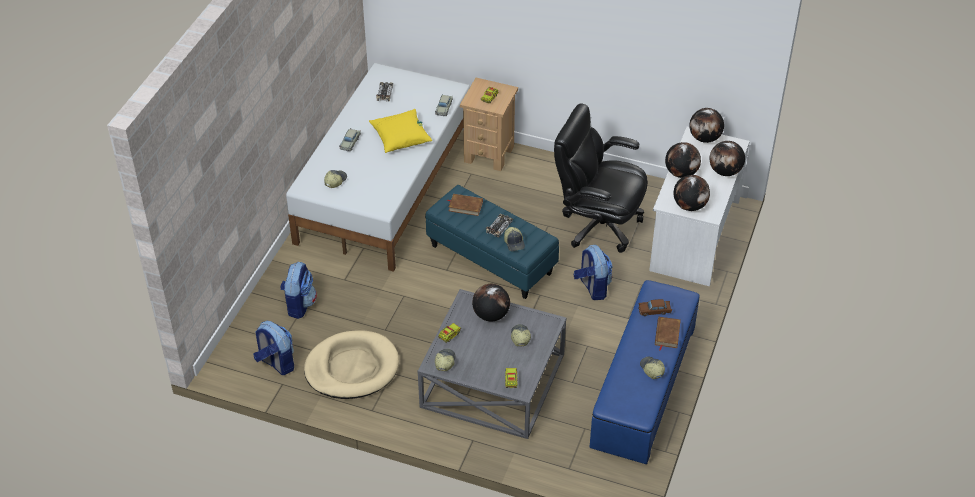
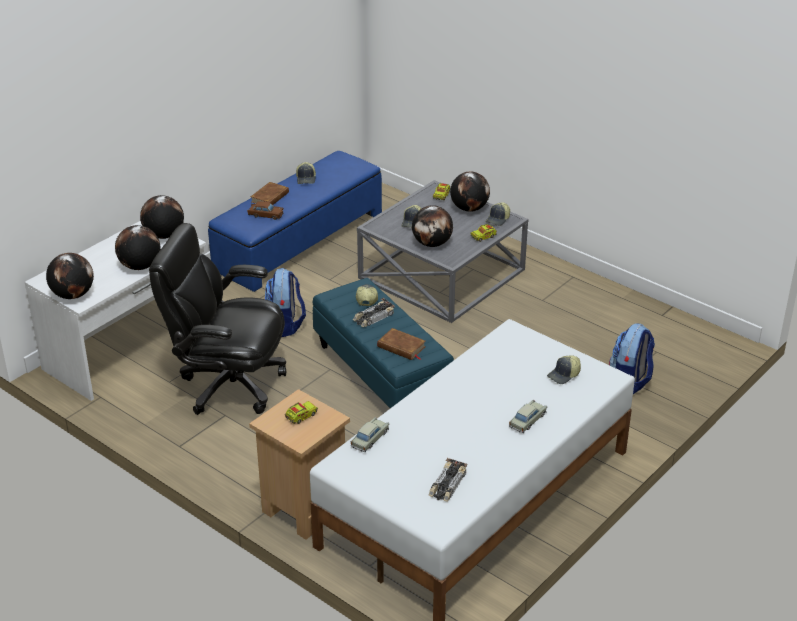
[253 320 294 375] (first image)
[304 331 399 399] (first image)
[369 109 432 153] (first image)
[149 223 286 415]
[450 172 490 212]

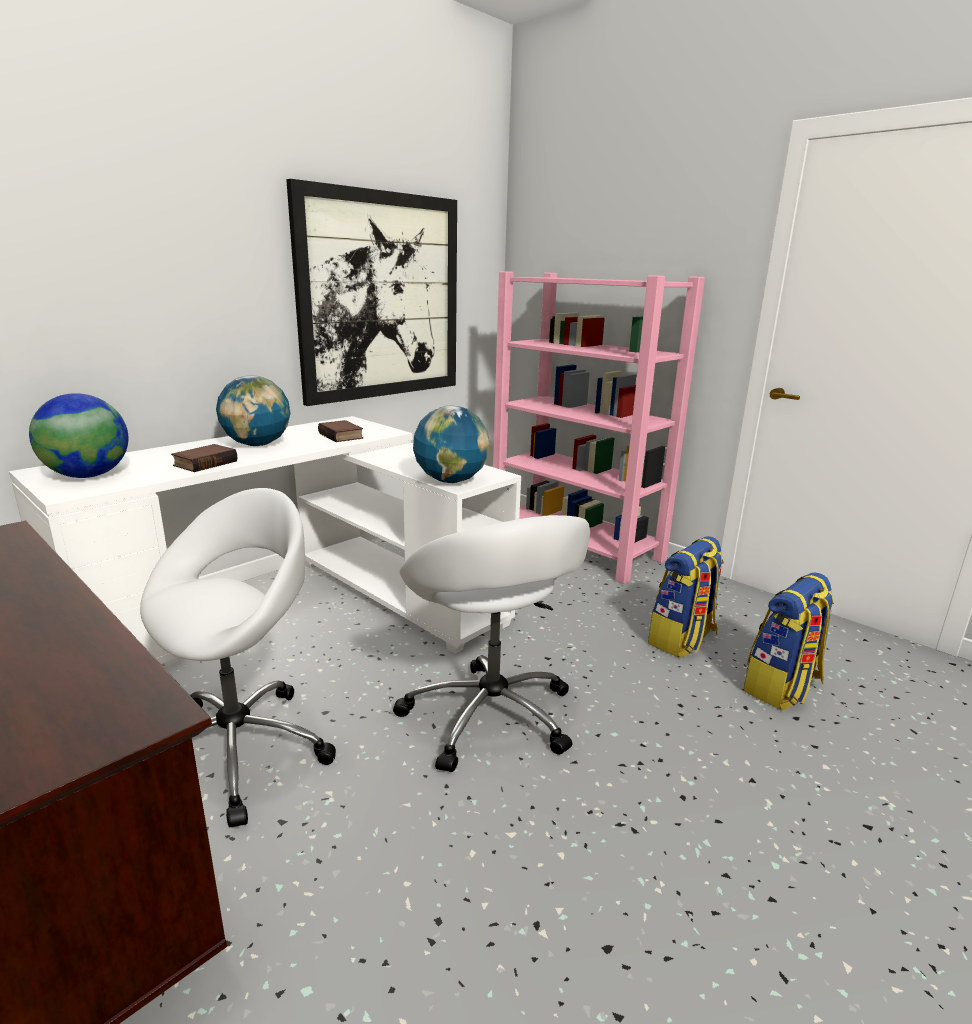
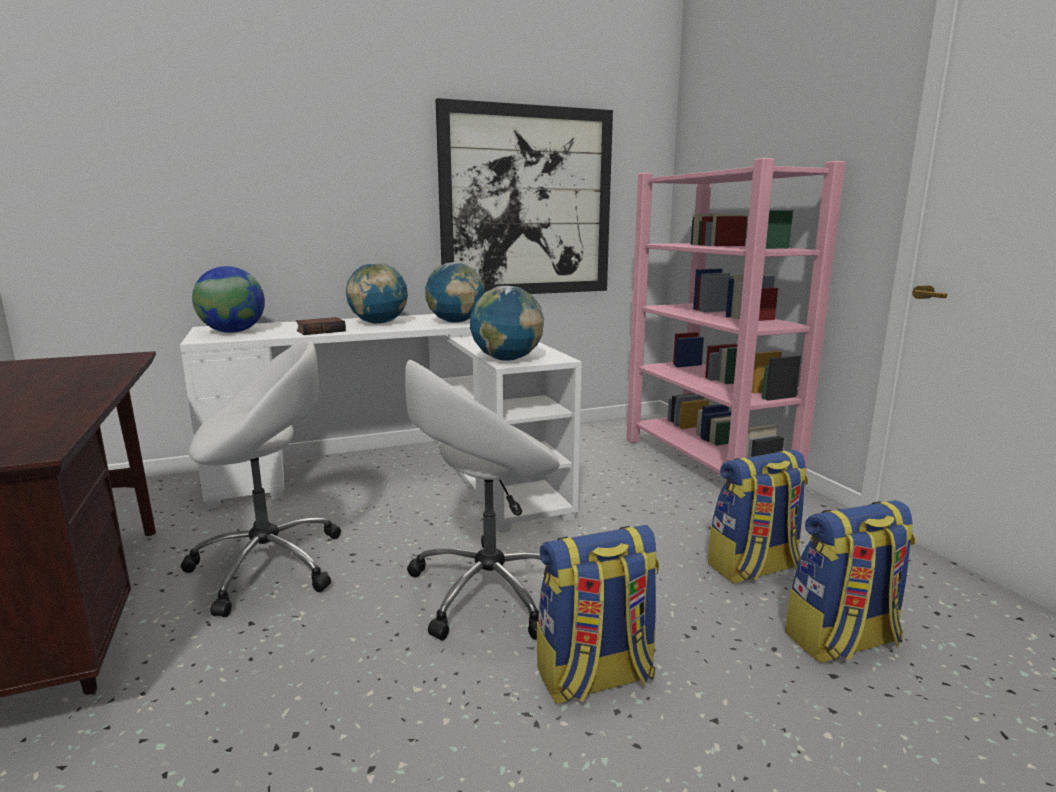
[425 262 484 323]
[405 360 560 640]
[537 525 660 704]

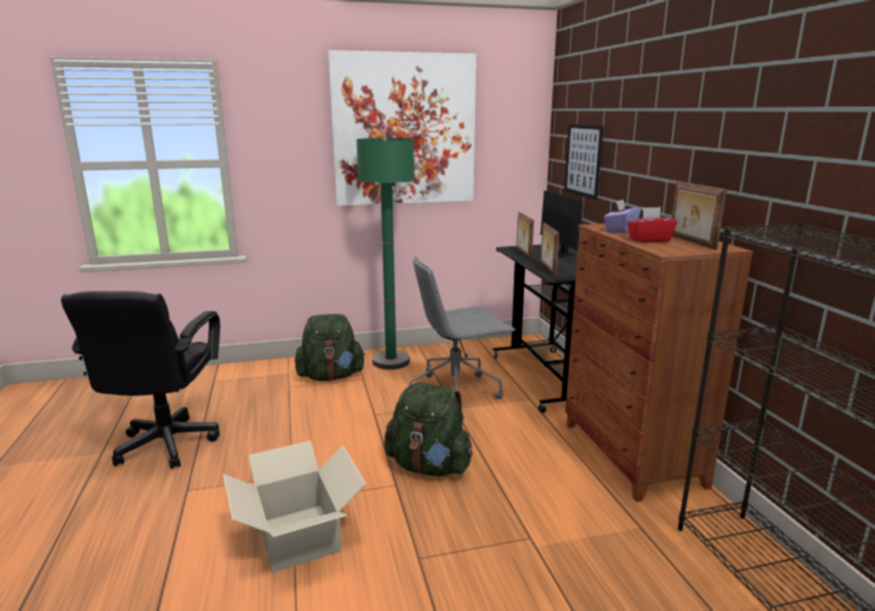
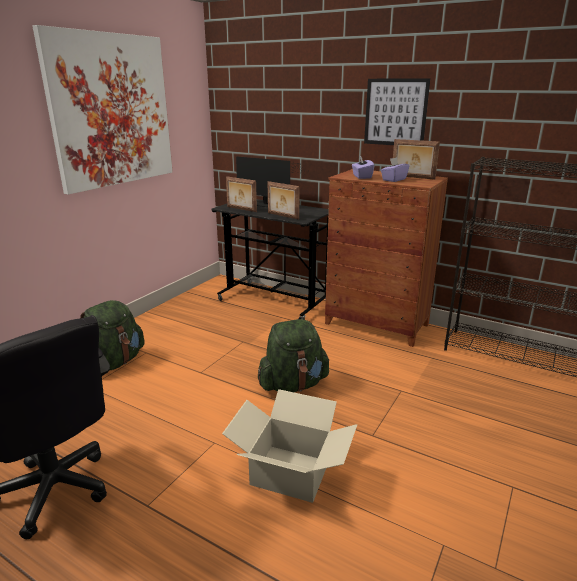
[356 138 414 370] (first image)
[410 256 516 399] (first image)
[364 78 430 145]
[381 157 409 182]

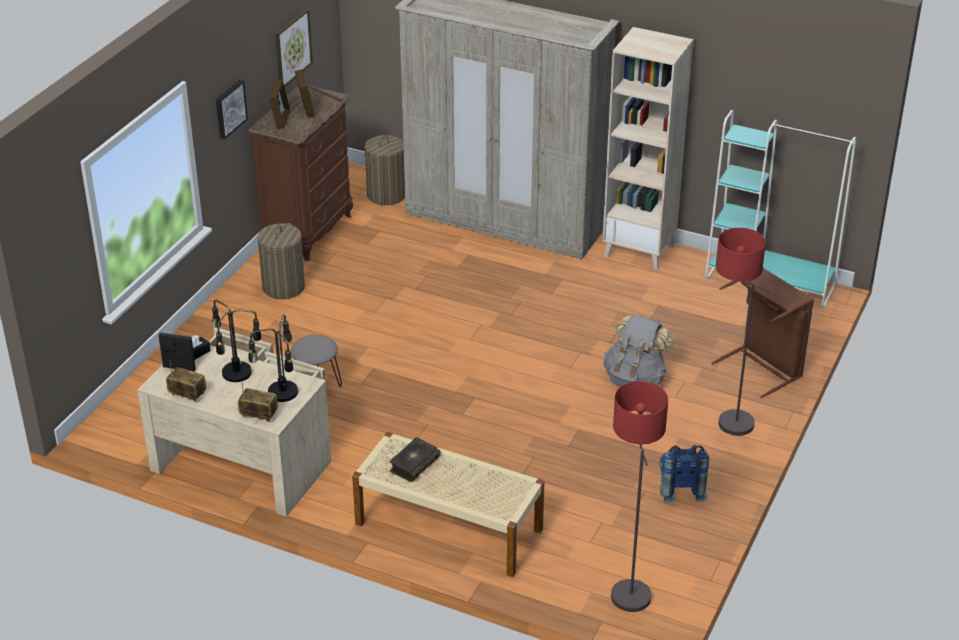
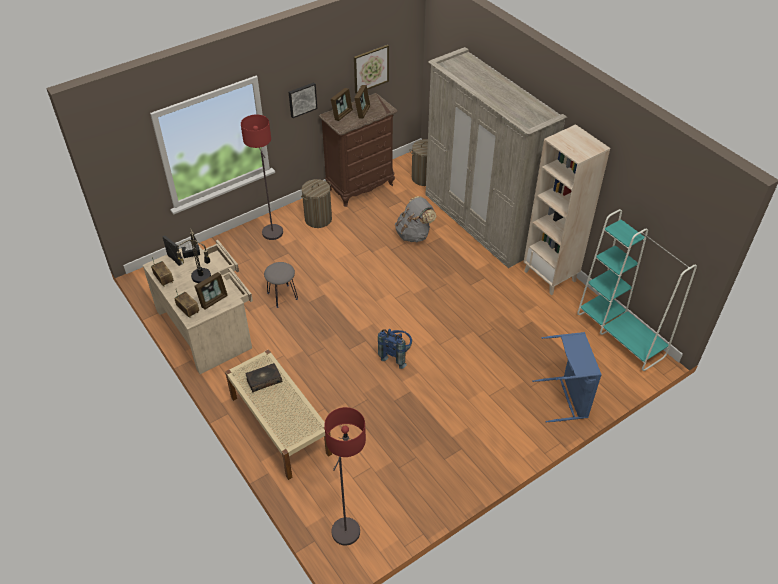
[194 272 228 309]
[395 196 437 243]
[378 329 412 369]
[532 332 602 423]
[241 115 283 240]

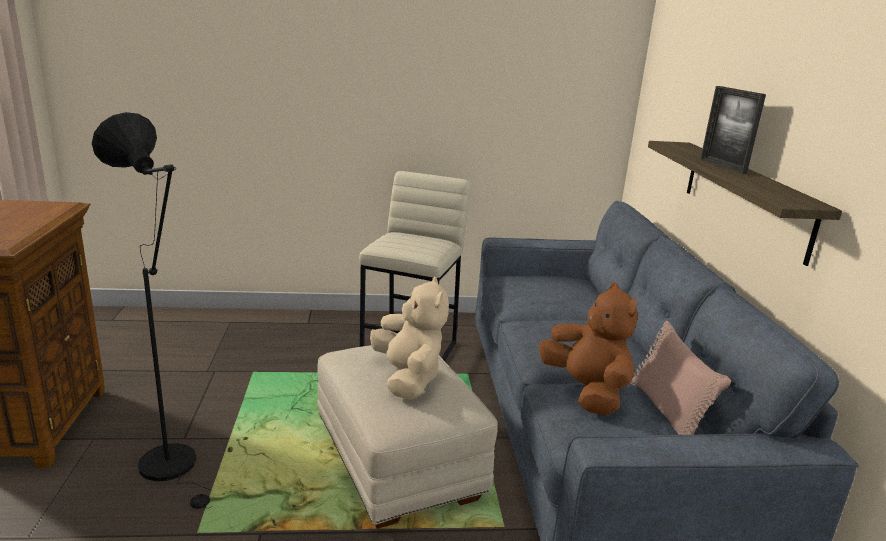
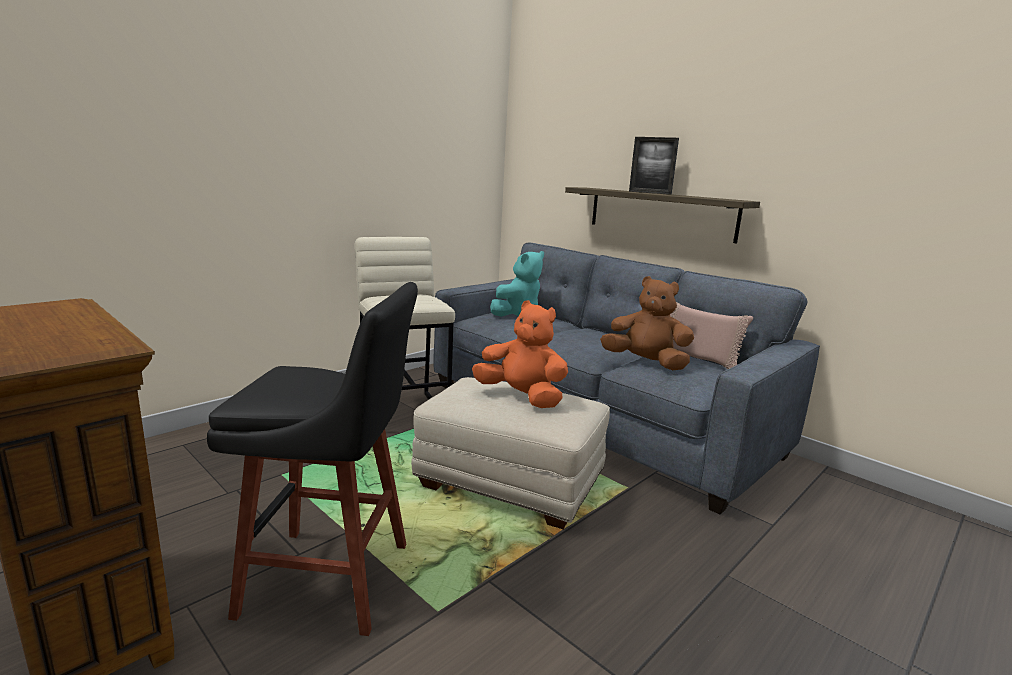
[207 282 418 636]
[472 300 568 408]
[490 251 544 317]

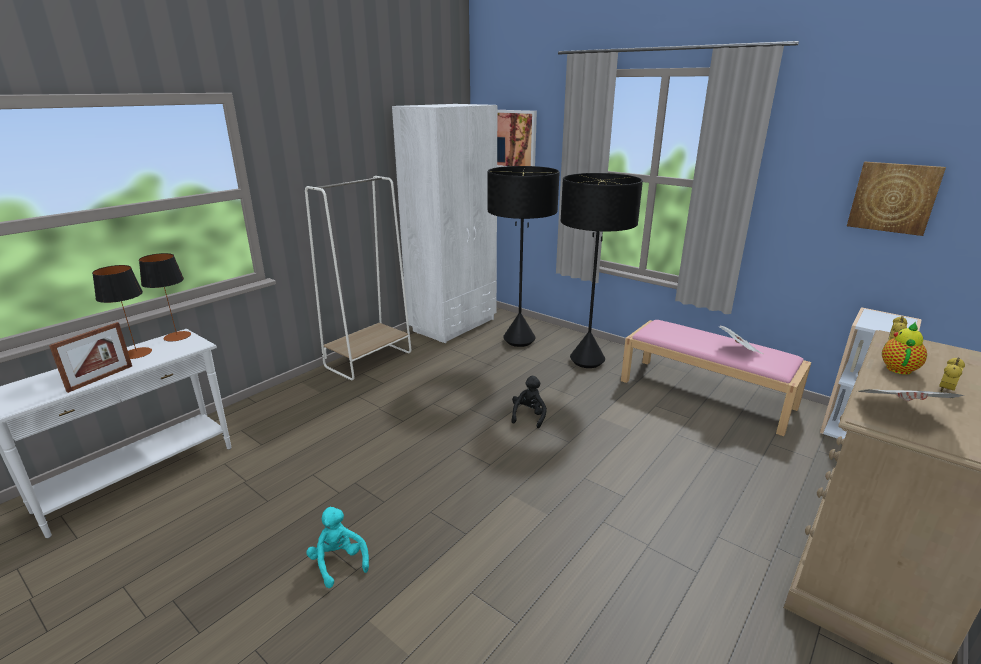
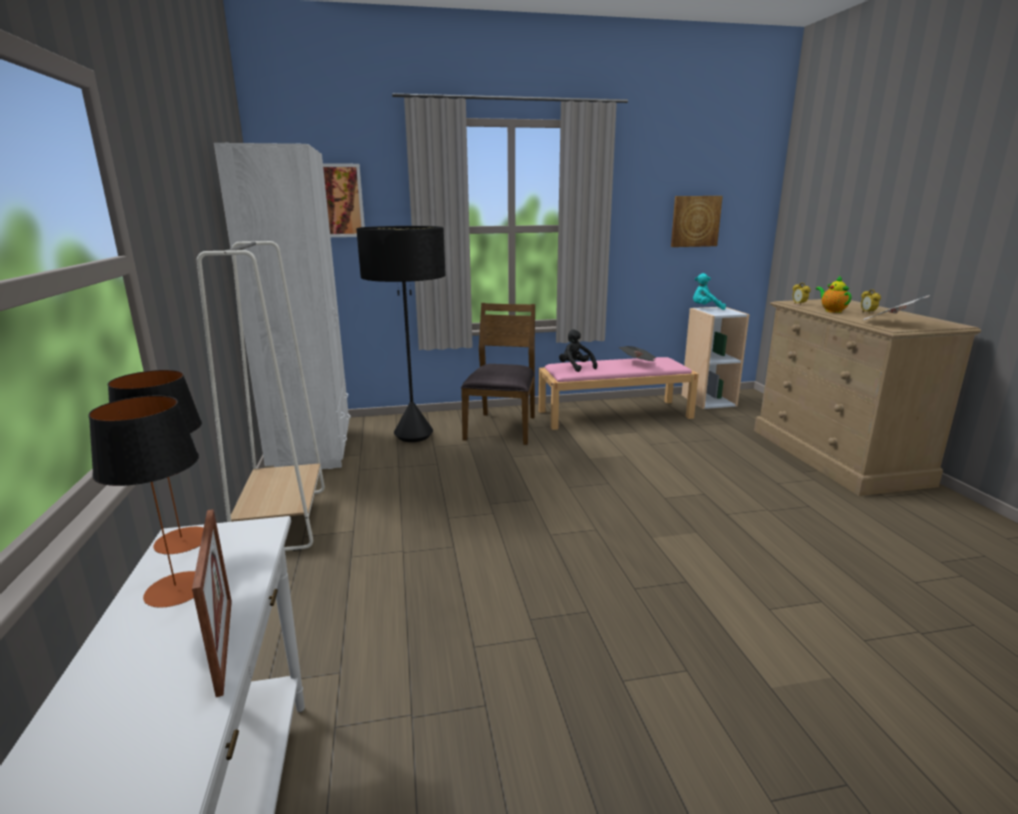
[693 273 726 310]
[559 329 597 372]
[461 303 535 445]

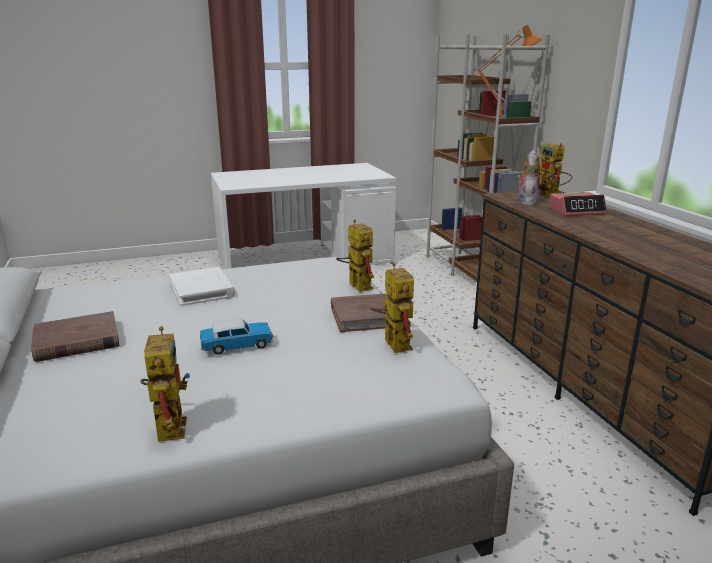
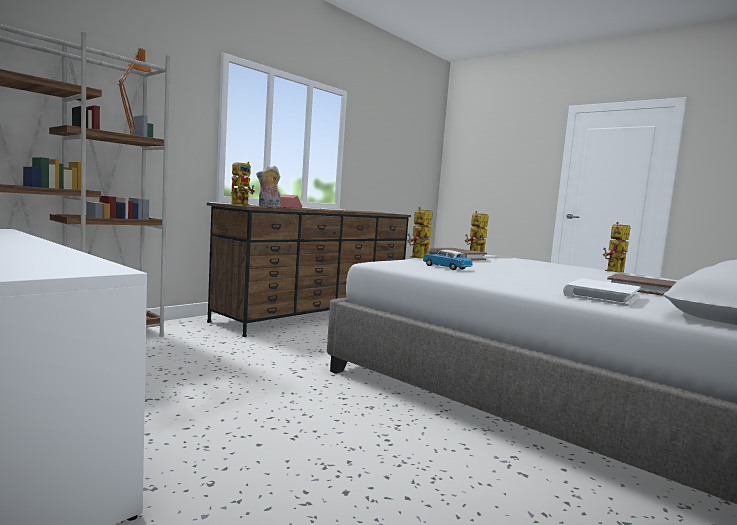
[563 279 641 306]
[422 250 473 270]

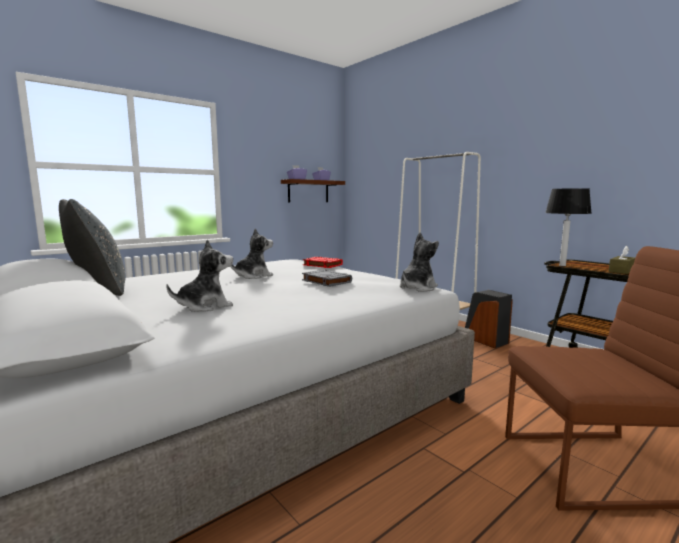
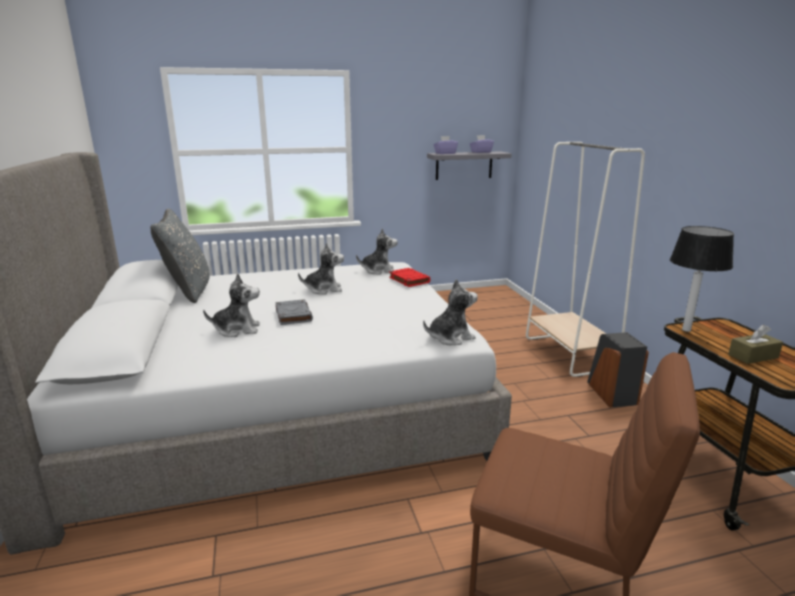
[427 151 512 180]
[275 299 313 325]
[356 228 398 275]

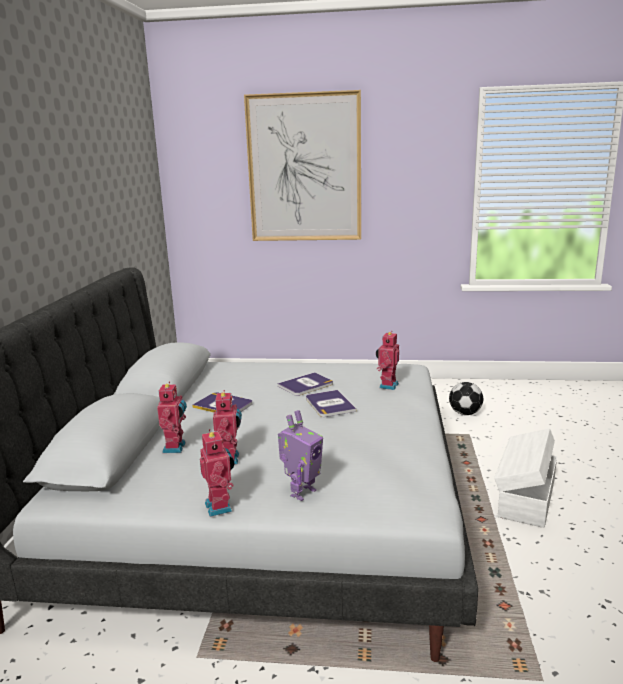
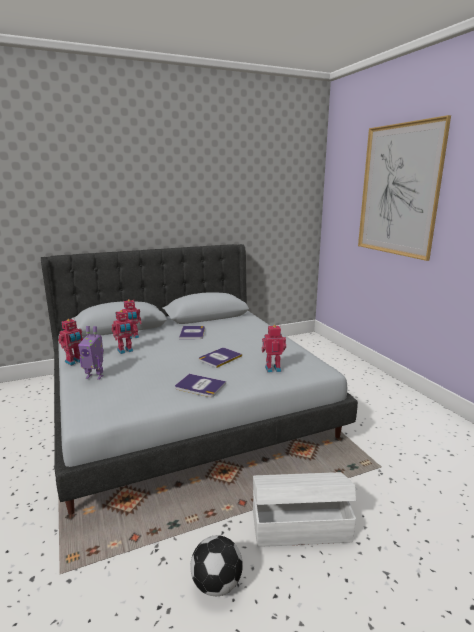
[175 374 226 397]
[190 535 243 596]

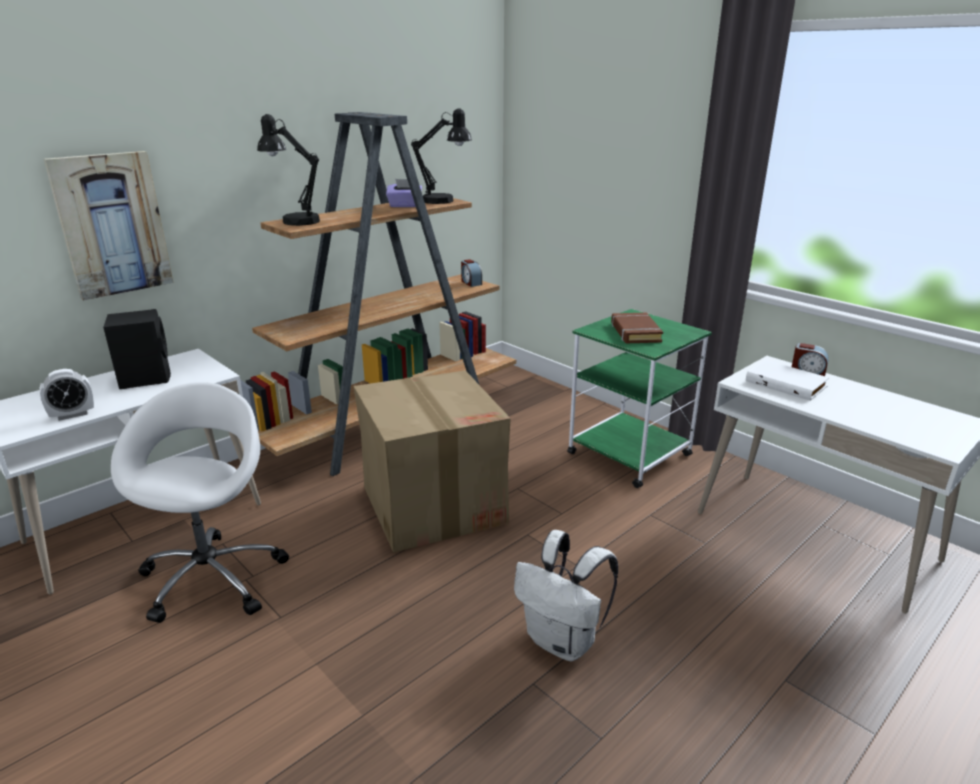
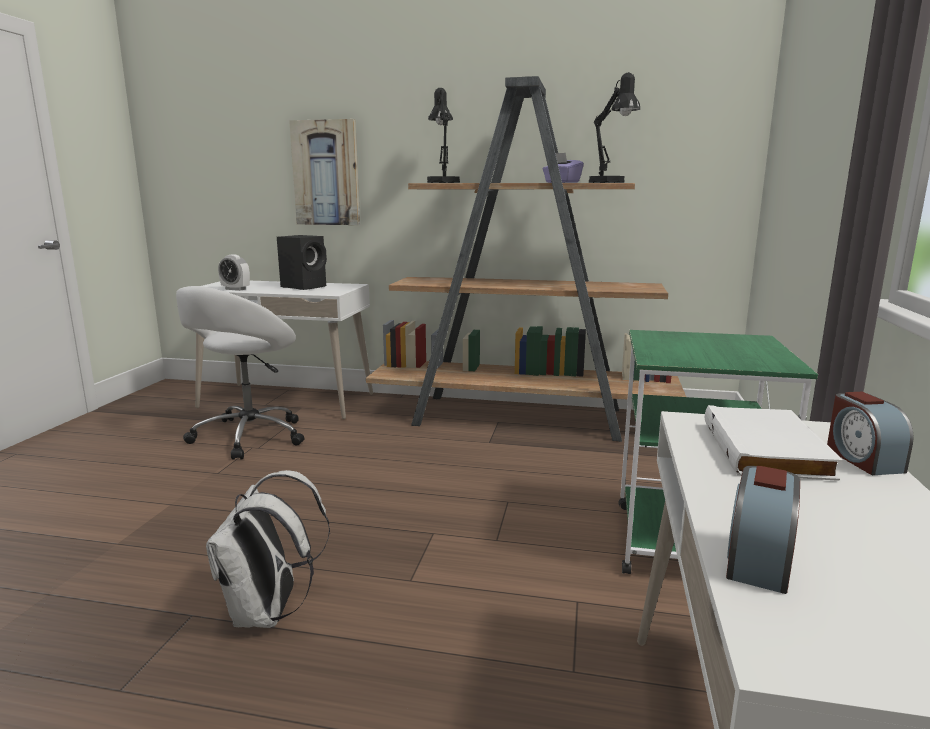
[176 286 305 459]
[353 370 511 553] (first image)
[726 466 800 594]
[611 313 663 343] (first image)

